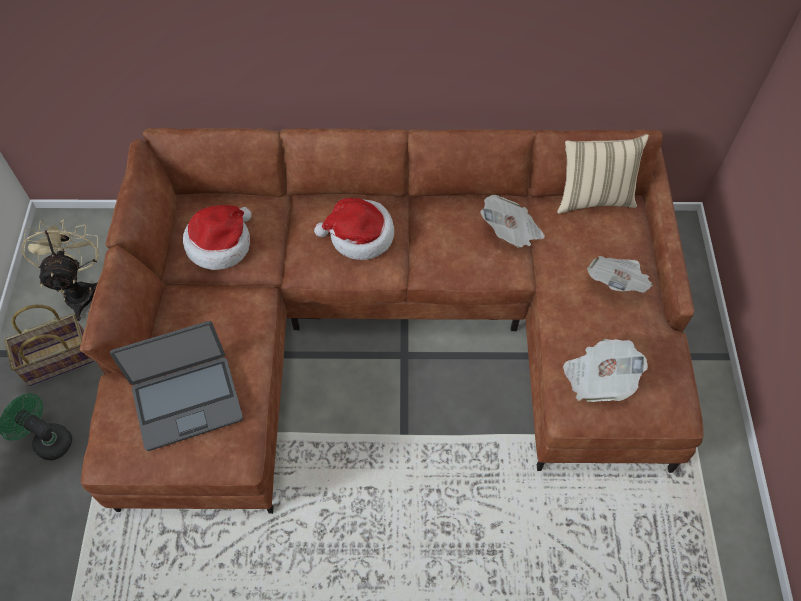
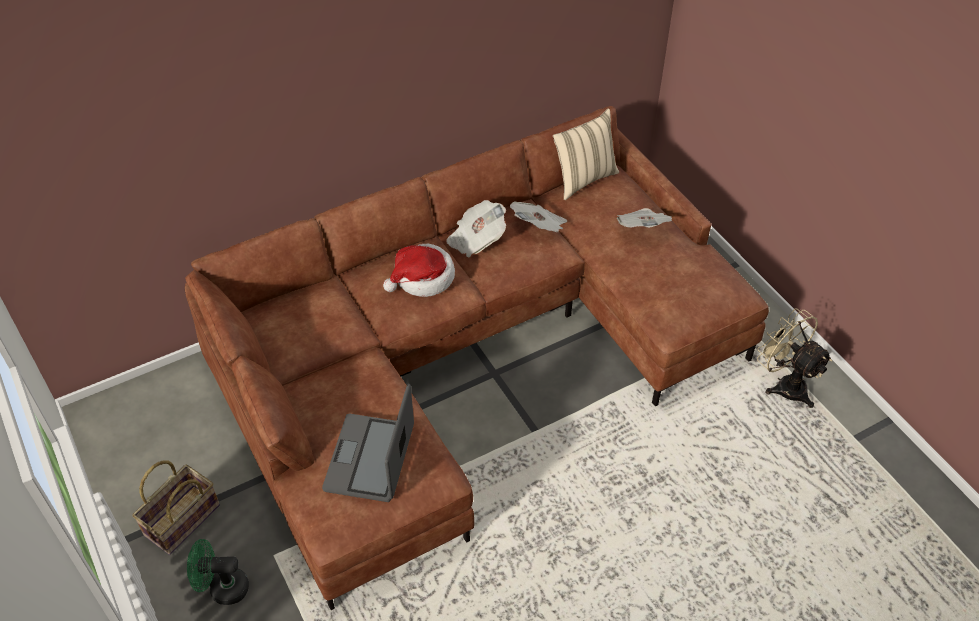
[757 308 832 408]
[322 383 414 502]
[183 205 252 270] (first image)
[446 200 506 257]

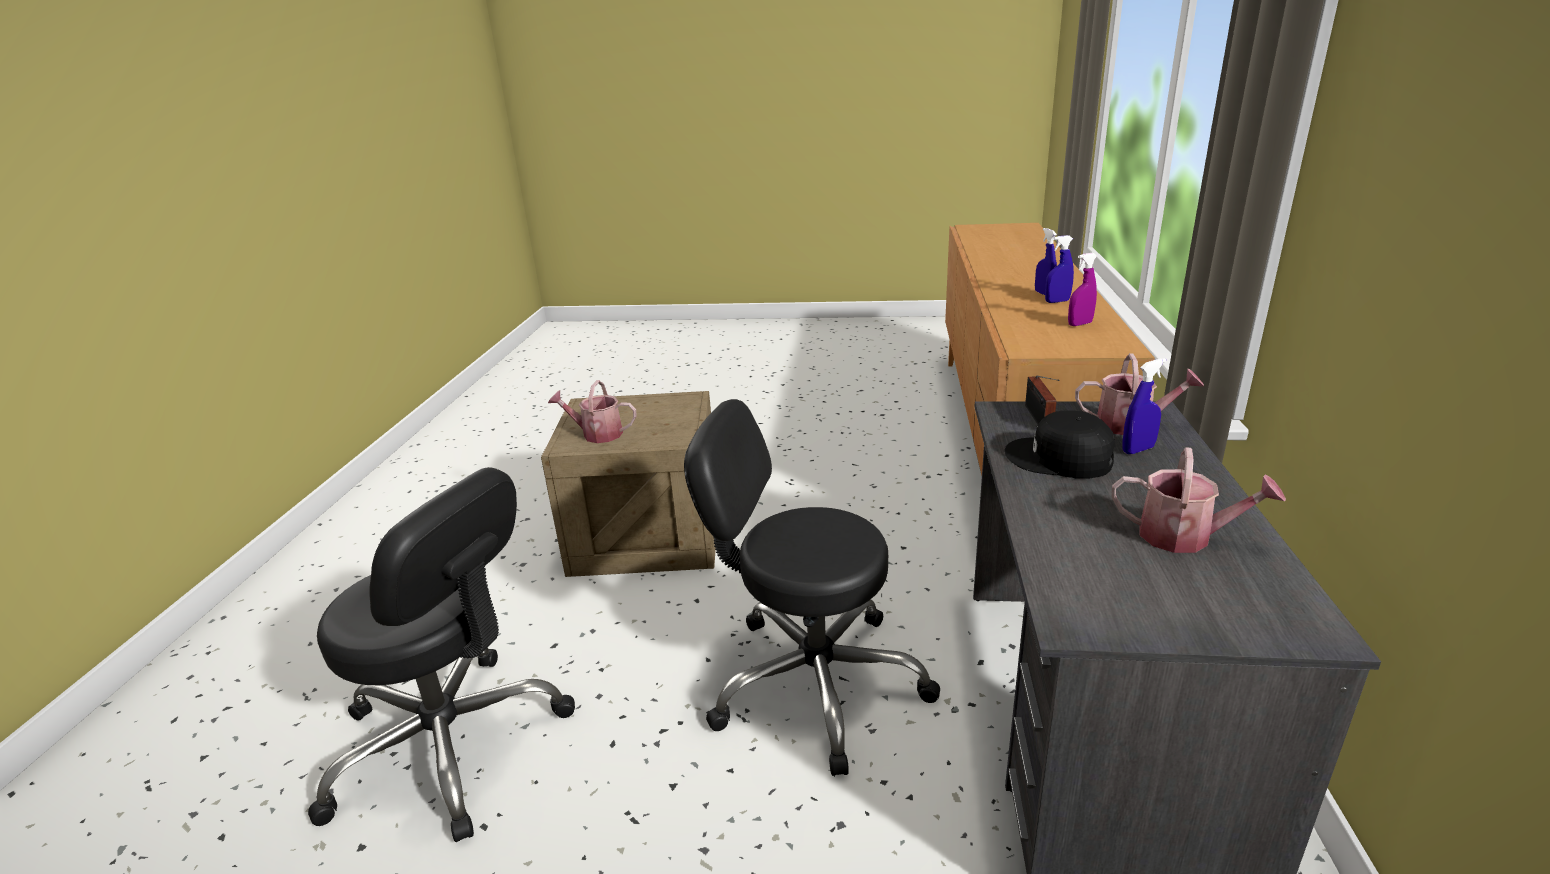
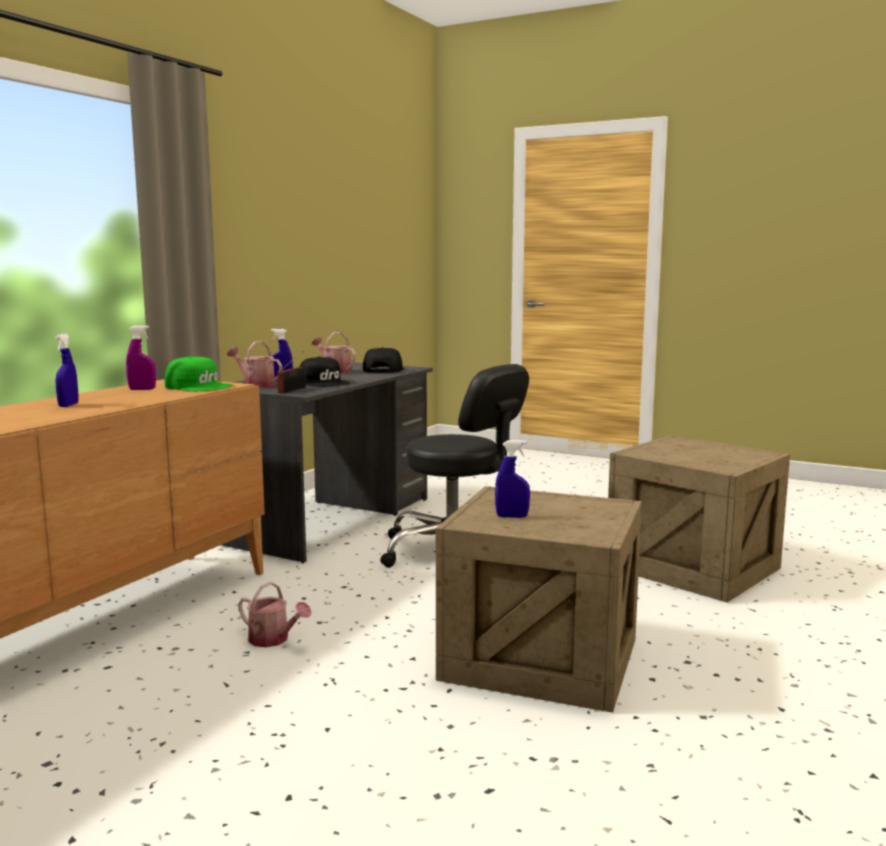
[608 435 790 602]
[238 582 311 647]
[495 440 530 518]
[164 356 233 391]
[363 347 404 373]

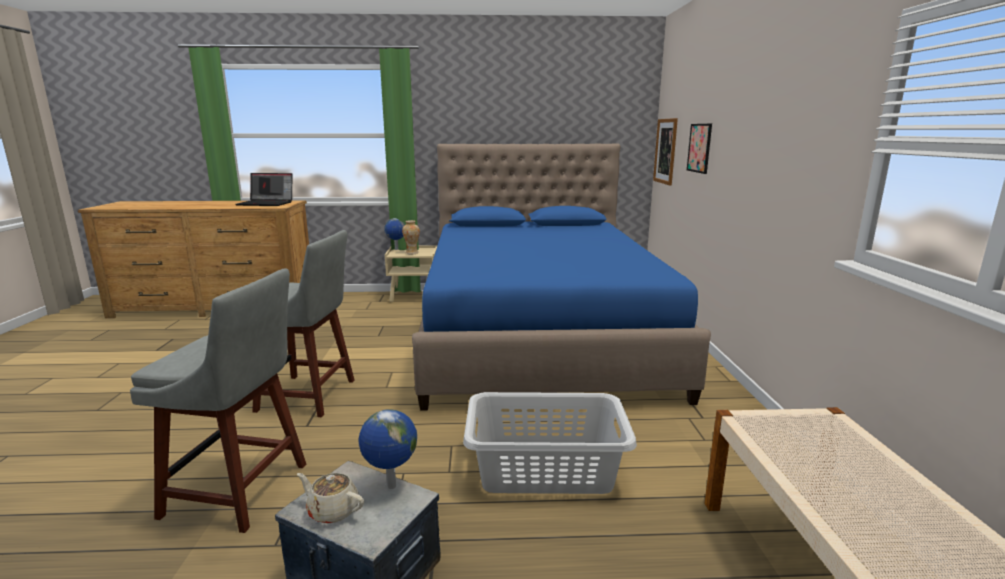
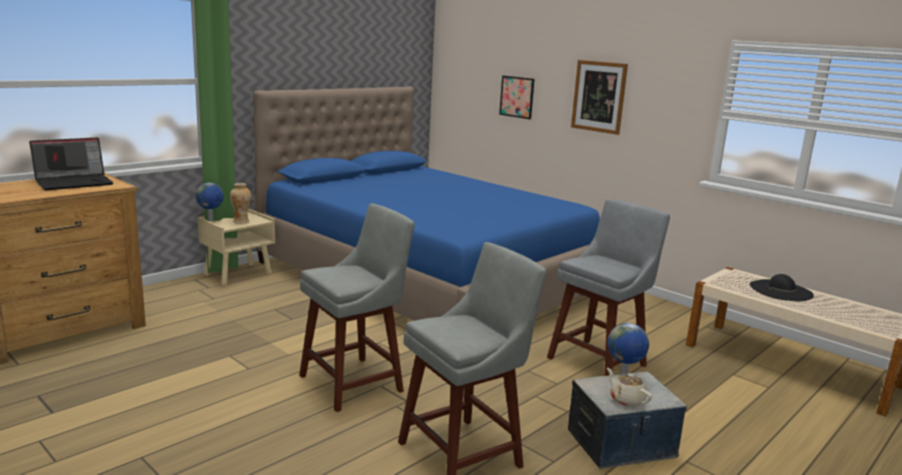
[607 368 652 407]
[547 199 670 376]
[571 60 628 135]
[750 274 814 301]

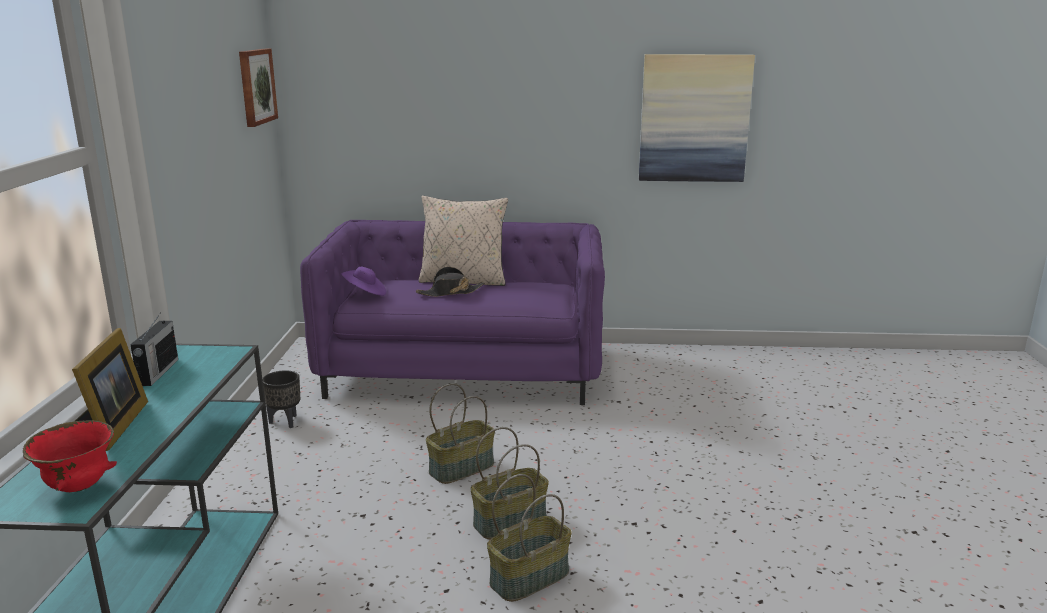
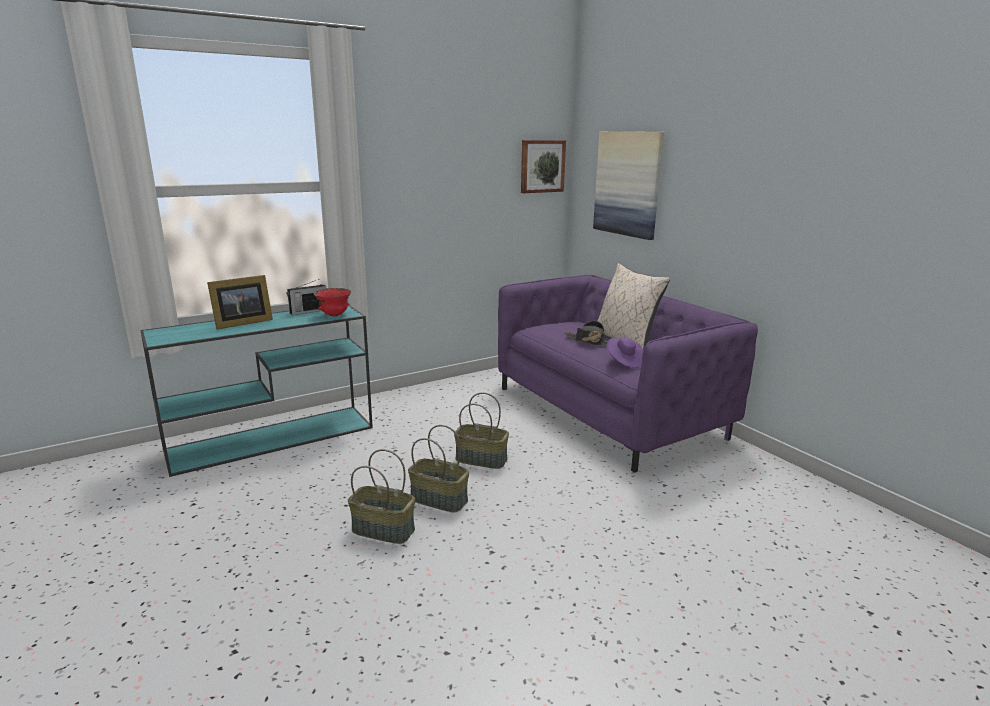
[314 288 351 316]
[262 370 300 428] (first image)
[607 337 643 368]
[593 131 664 240]

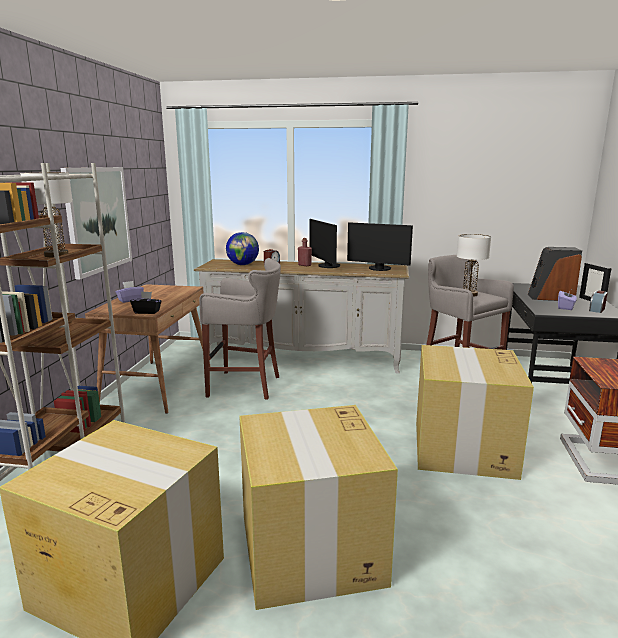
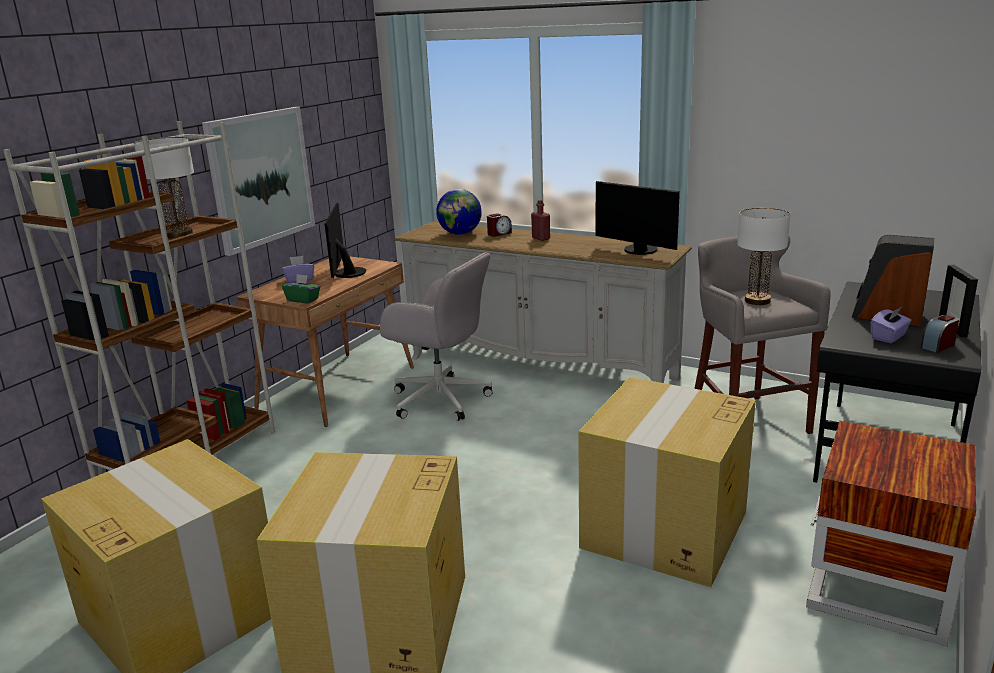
[282 274 320 303]
[380 252 493 421]
[325 203 366 278]

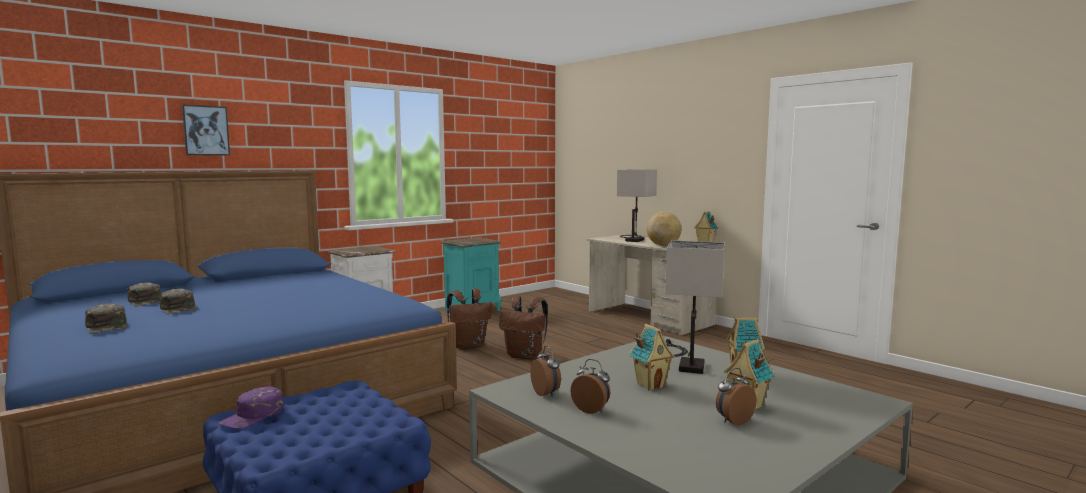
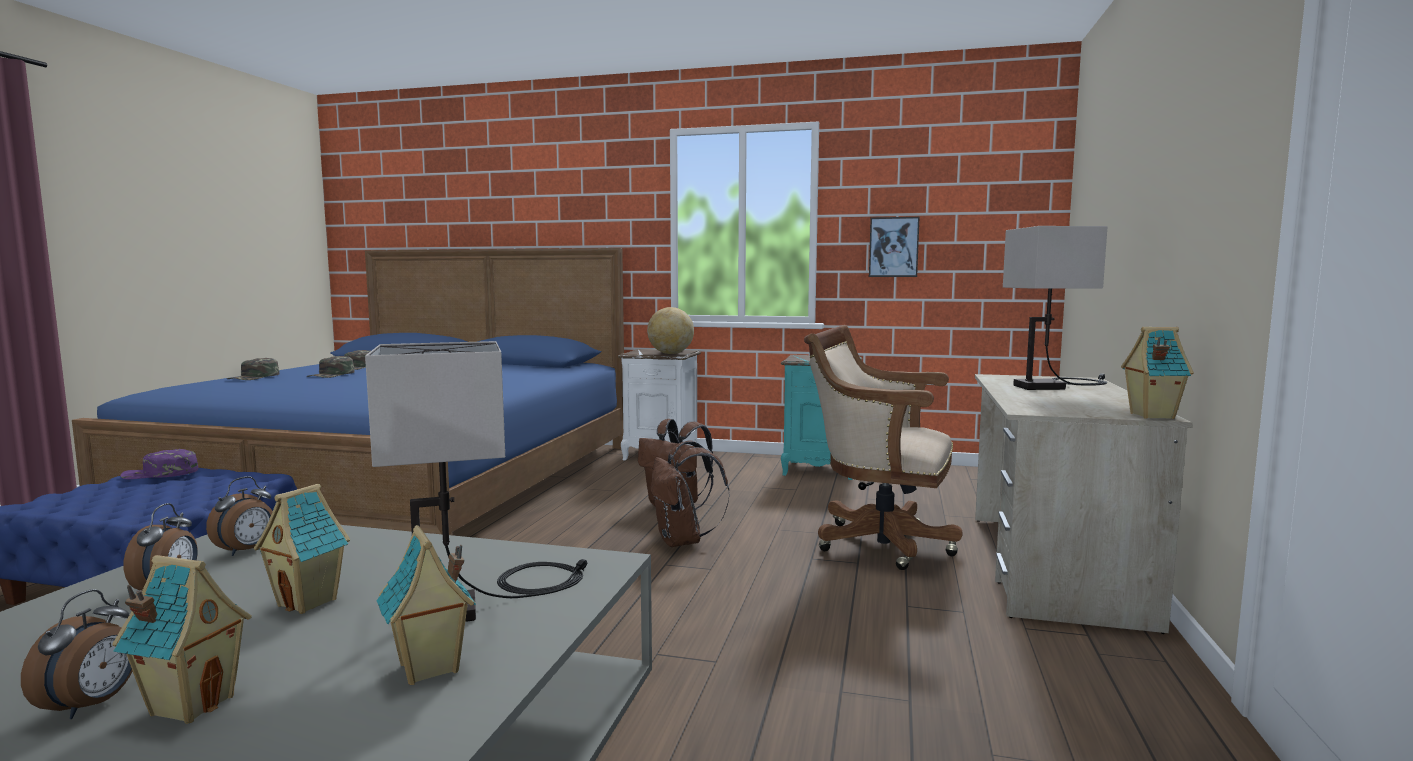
[869 217 920 277]
[647 307 694 354]
[21 589 132 719]
[804 325 963 570]

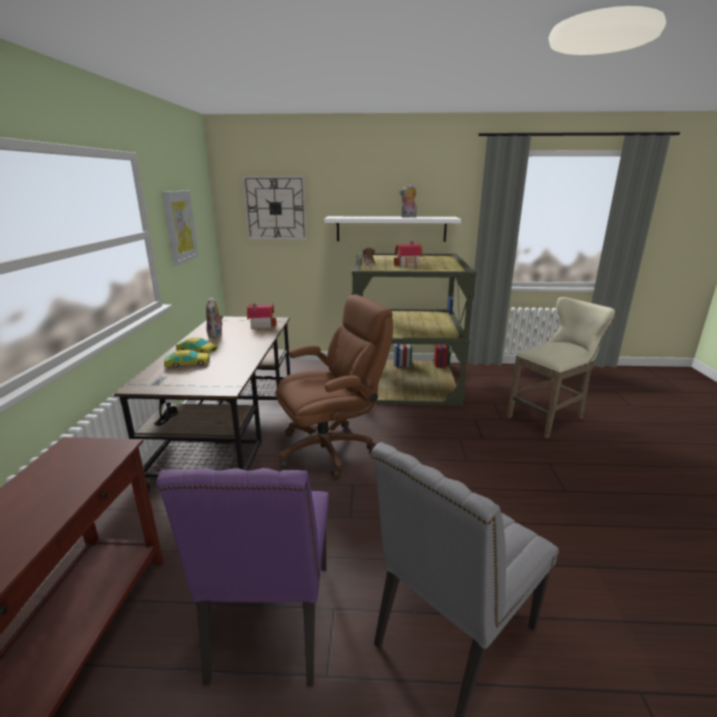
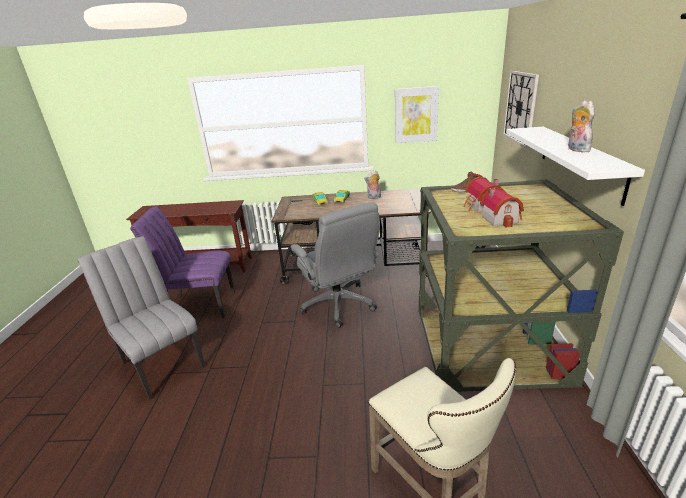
[480 187 524 228]
[291 203 380 328]

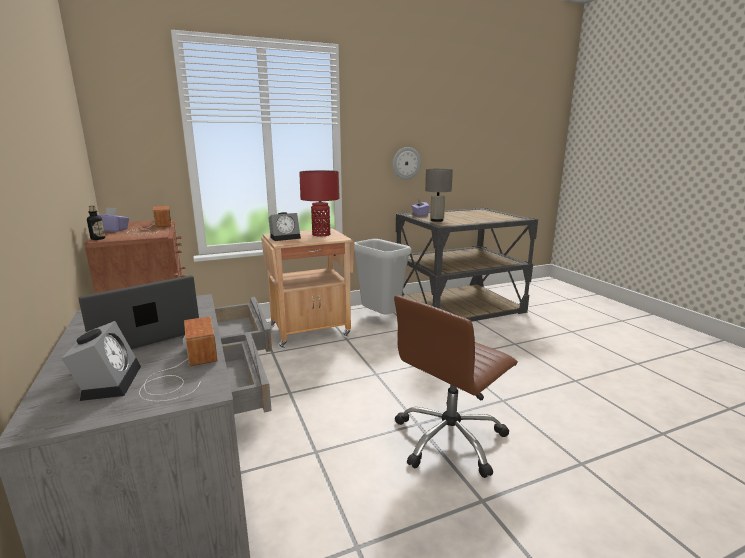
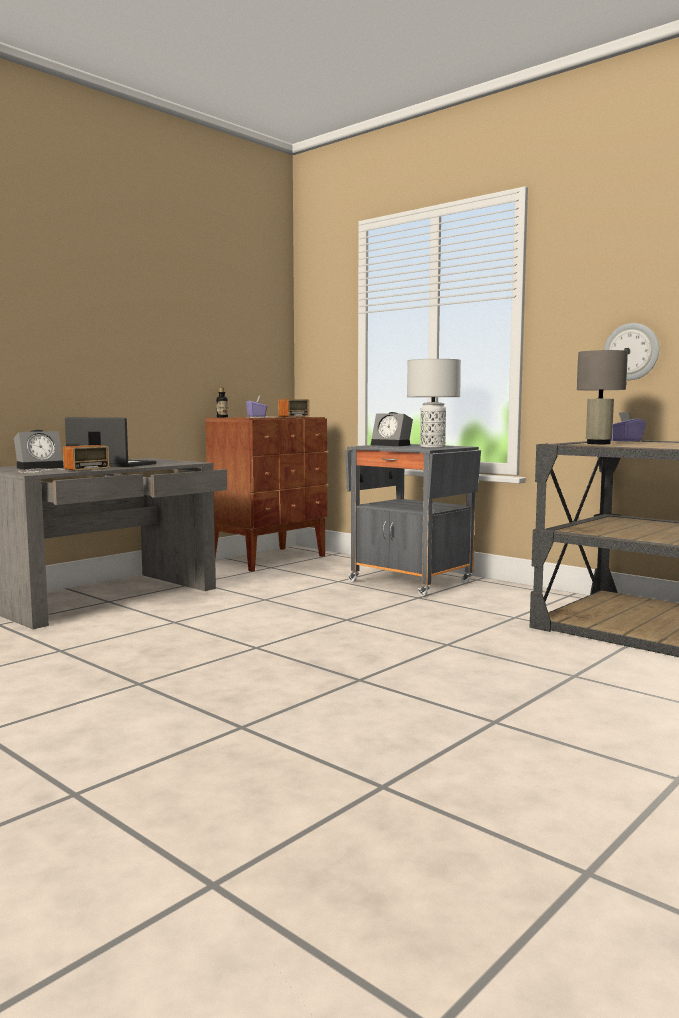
[345 444 481 597]
[407 359 461 448]
[354 239 411 314] (first image)
[394 295 518 478] (first image)

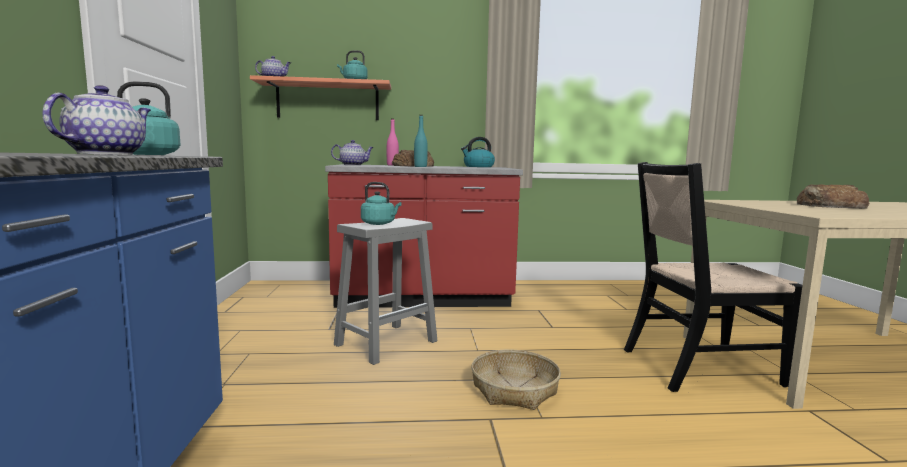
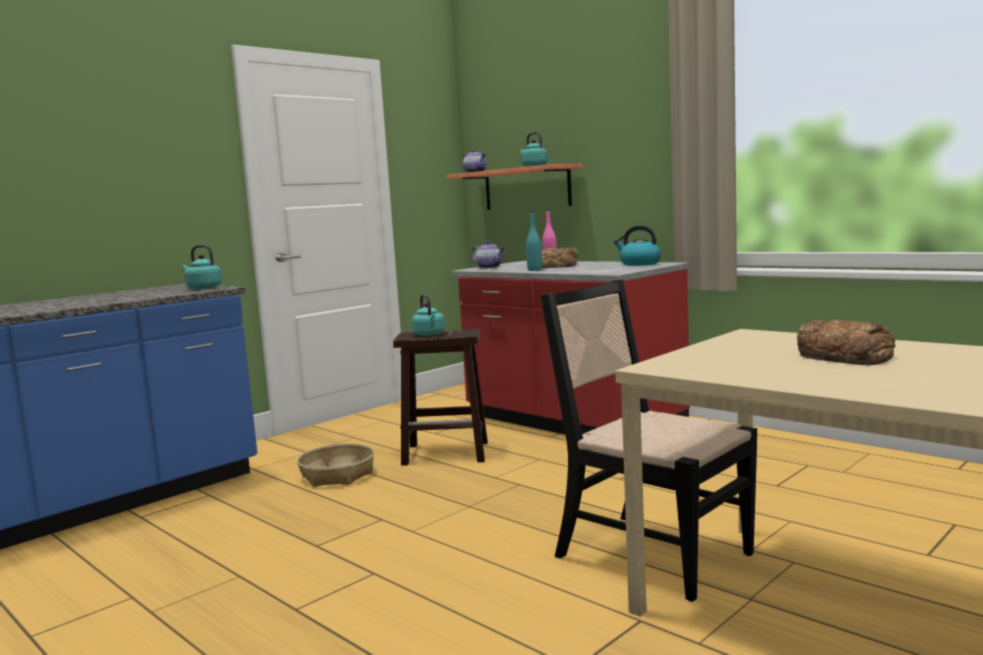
[43 85 151 155] (first image)
[393 329 488 466]
[297 444 374 487]

